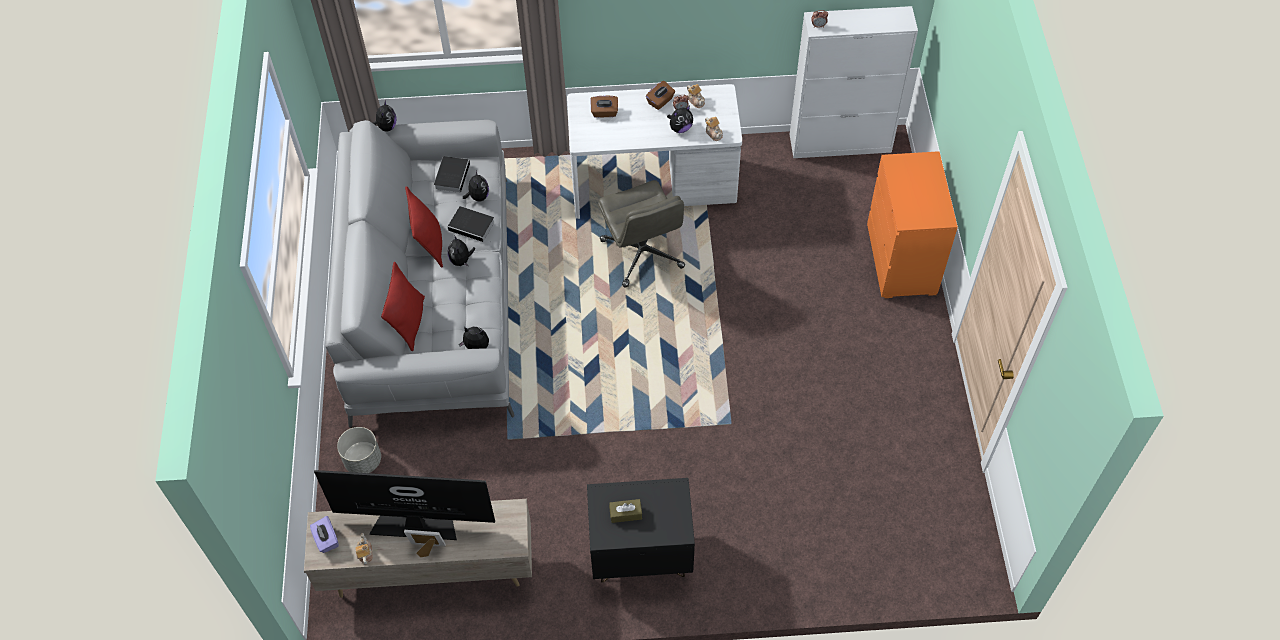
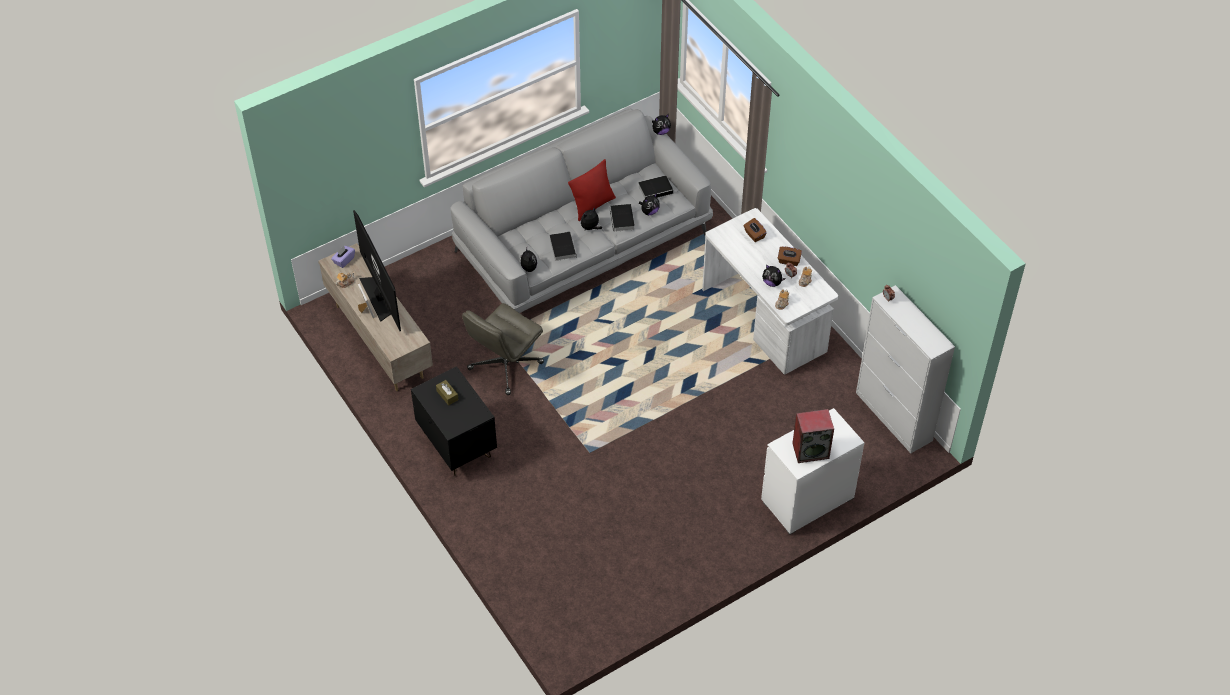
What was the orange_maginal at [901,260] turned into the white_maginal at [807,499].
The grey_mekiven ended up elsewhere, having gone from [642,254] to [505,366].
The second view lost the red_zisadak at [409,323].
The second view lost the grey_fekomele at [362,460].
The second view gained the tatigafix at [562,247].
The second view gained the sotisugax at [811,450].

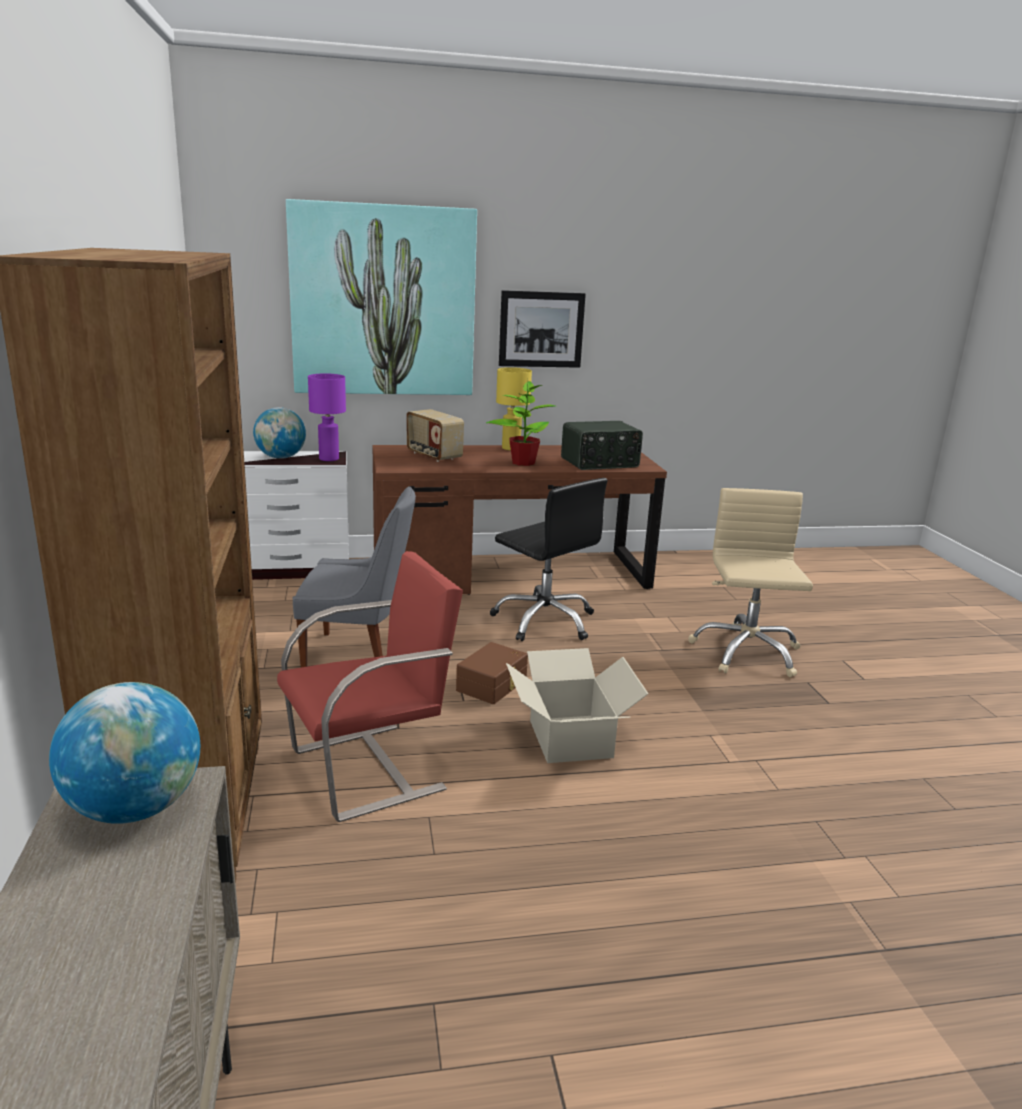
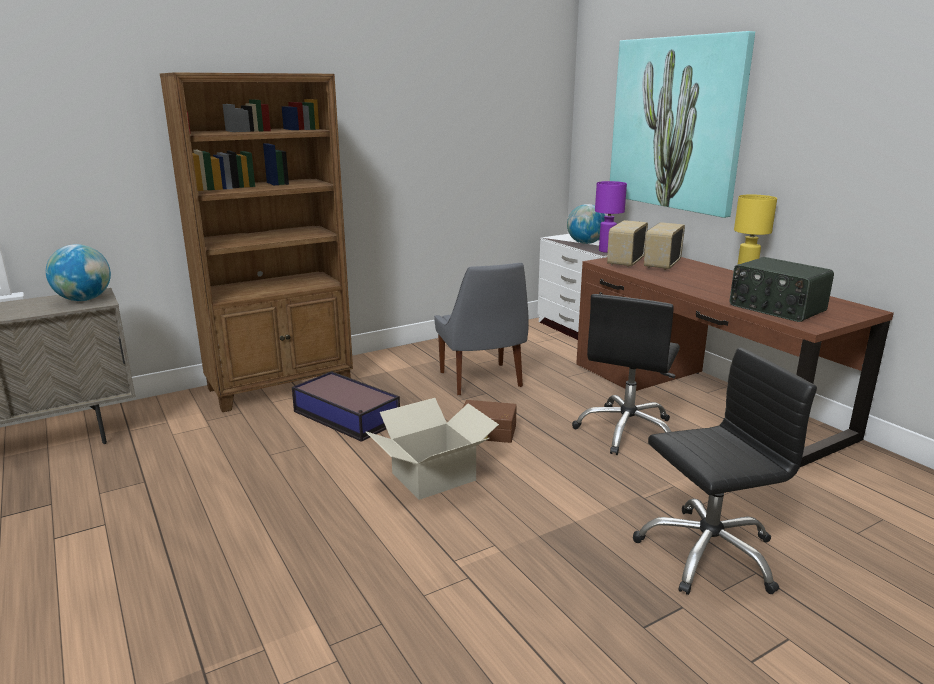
The second view lost the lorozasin at [541,329].
The second view lost the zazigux at [523,462].
What was the beige_mekiven at [746,652] turned into the black_mekiven at [707,553].
Where the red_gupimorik stood at [370,769], the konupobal came to stand at [347,417].
The second view gained the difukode at [625,262].

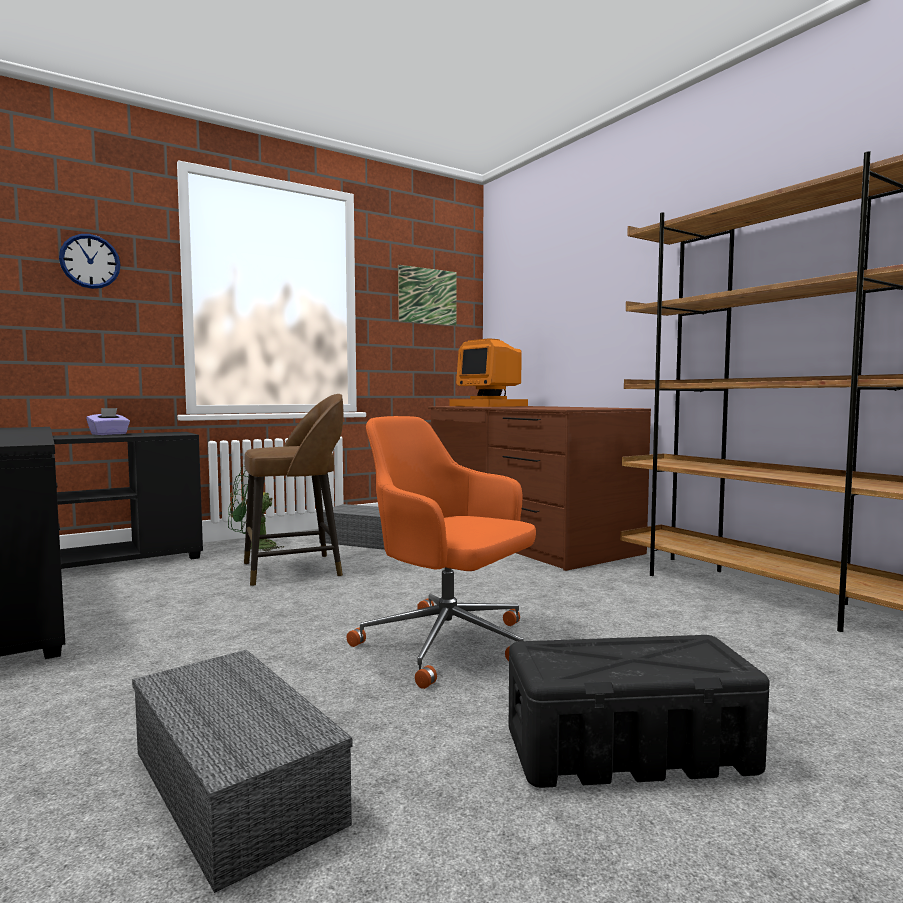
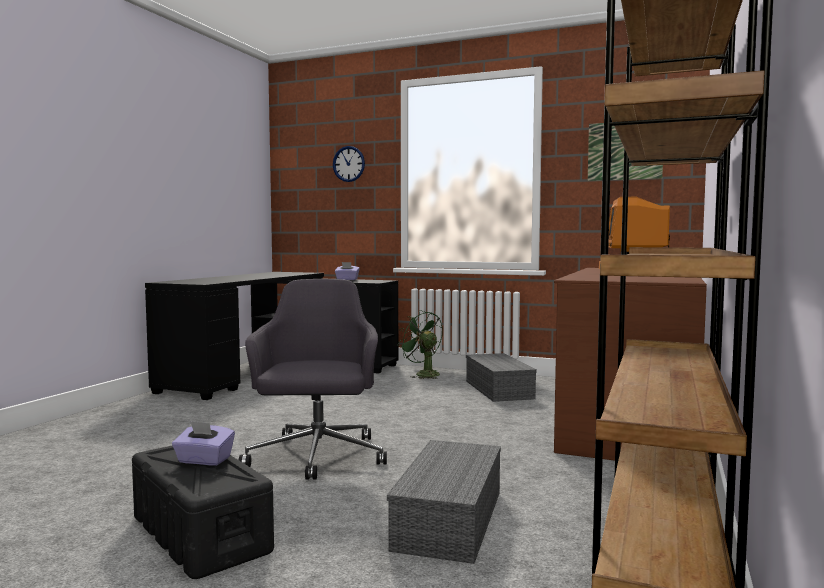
The second view lost the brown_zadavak at [295,569].
What was the orange_mekiven at [448,644] turned into the grey_mekiven at [317,457].
The grey_konupobal ended up elsewhere, having gone from [239,786] to [450,520].
The second view gained the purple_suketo at [204,460].

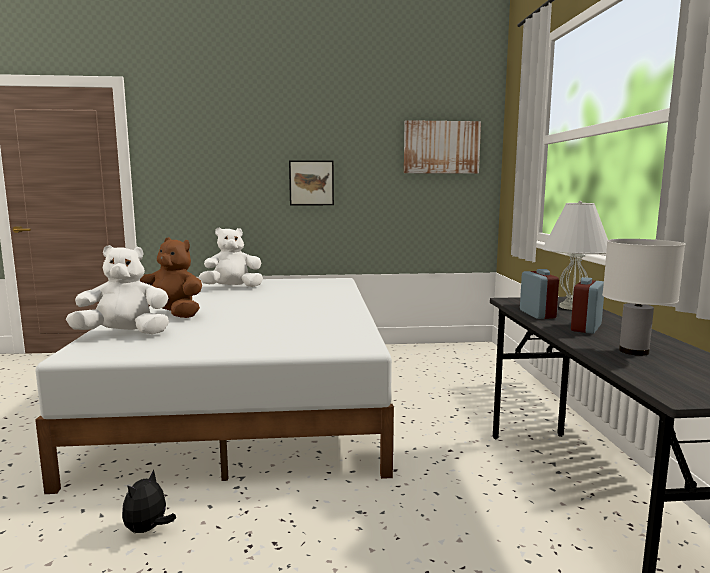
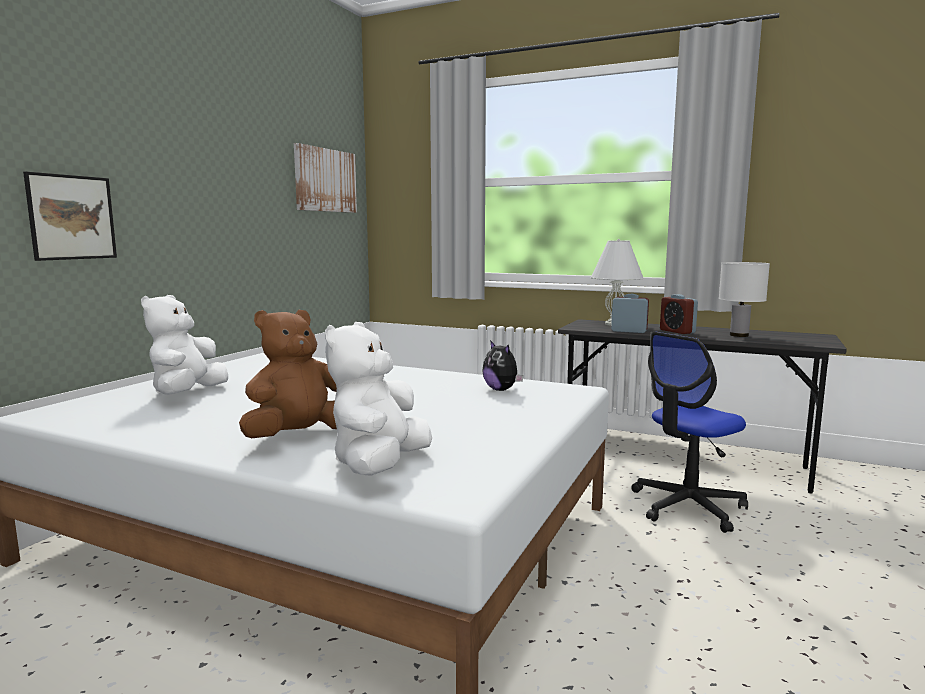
The lorozasin ended up elsewhere, having gone from [311,183] to [72,217].
The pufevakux ended up elsewhere, having gone from [148,529] to [501,390].
The second view gained the mekiven at [687,506].

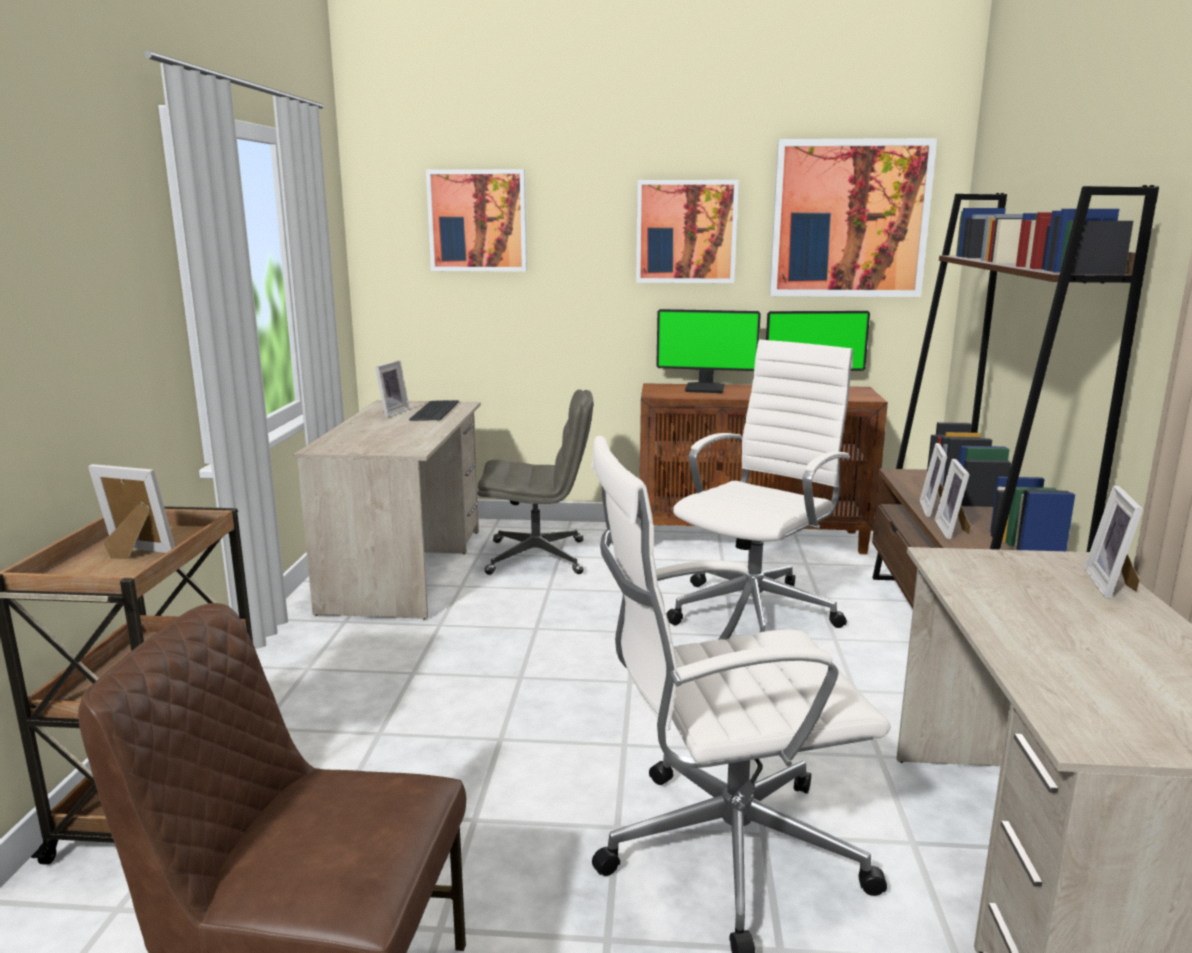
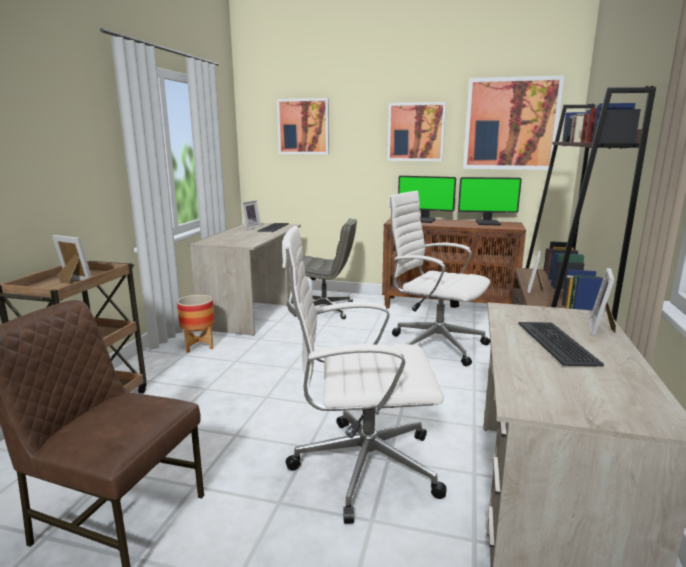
The white_mekiven at [756,611] ended up facing another way, 105 degrees counterclockwise from before.
The second view lost the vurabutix at [953,530].
The second view gained the fekomele at [199,346].
The second view gained the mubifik at [557,343].

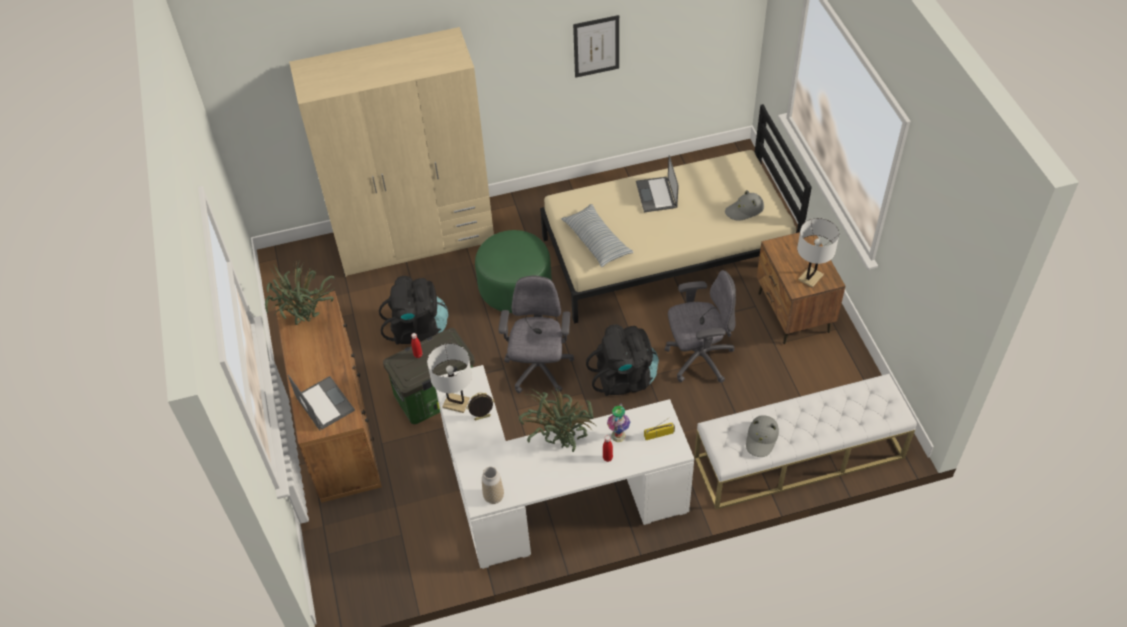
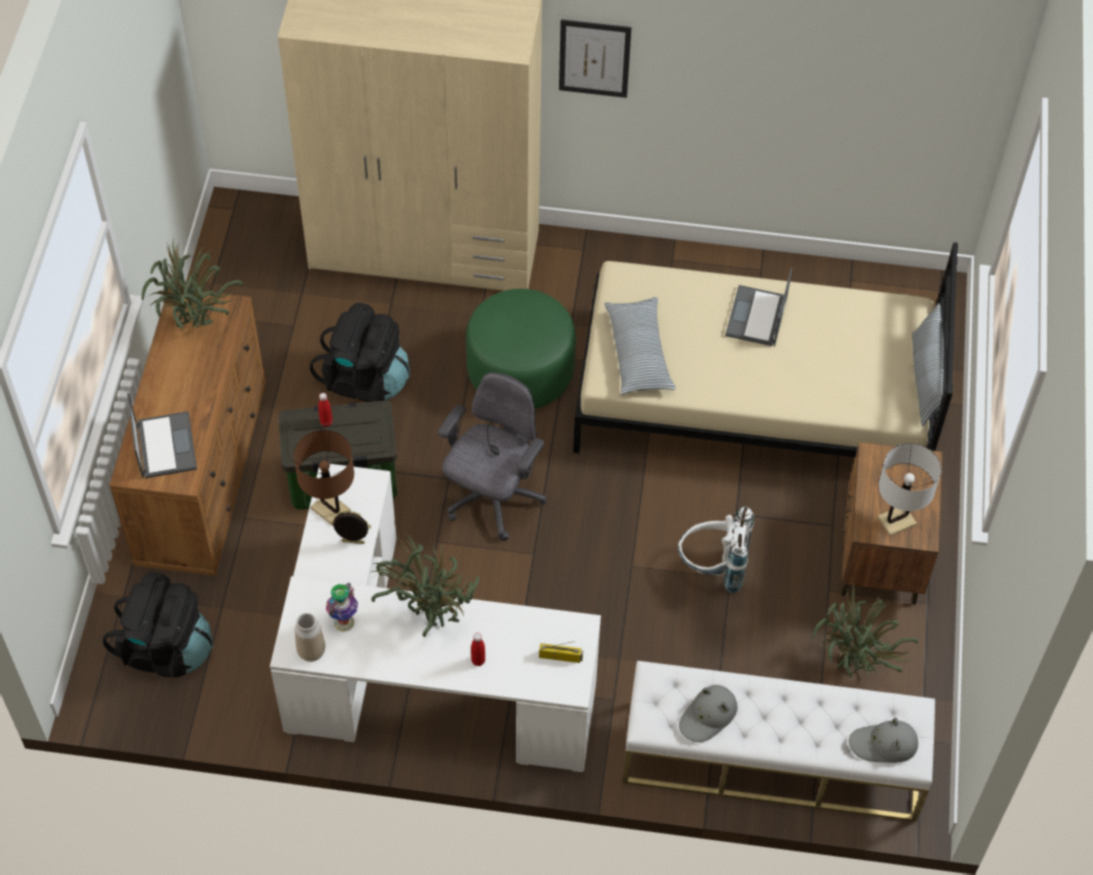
The lorozasin ended up elsewhere, having gone from [596,46] to [594,58].
The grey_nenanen ended up elsewhere, having gone from [744,210] to [883,744].
Where the grey_mekiven stood at [698,358], the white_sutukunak came to stand at [713,568].
The black_sutukunak ended up elsewhere, having gone from [624,378] to [166,649].
What was the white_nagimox at [456,403] turned into the brown_nagimox at [330,509].
The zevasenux ended up elsewhere, having gone from [618,436] to [344,623].
The second view gained the zisadak at [925,379].
The second view gained the zazigux at [853,666].

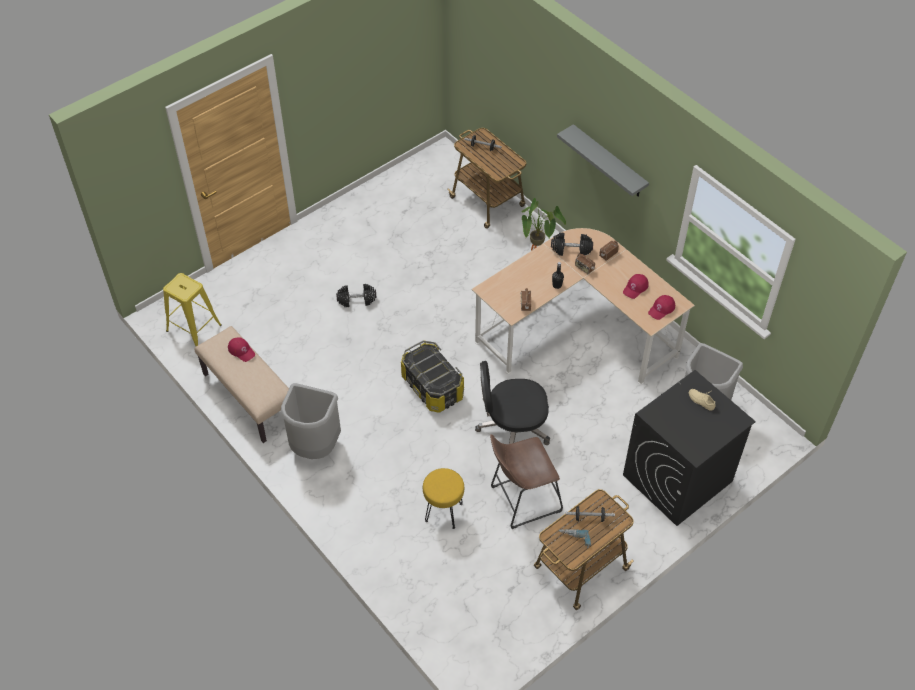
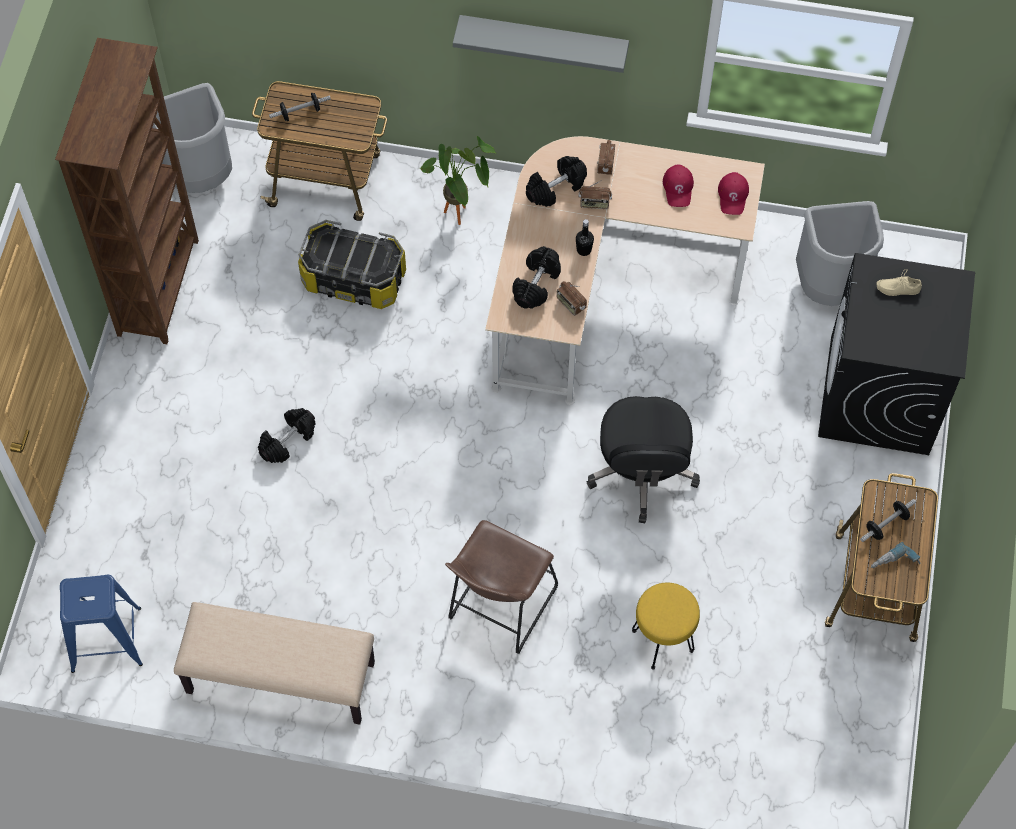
What was the yellow_zadavak at [193,328] turned into the blue_zadavak at [106,639].
The second view lost the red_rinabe at [241,350].
The konupobal ended up elsewhere, having gone from [433,386] to [354,278].
The black_mekiven at [512,428] ended up facing another way, 45 degrees counterclockwise from before.
The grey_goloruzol ended up elsewhere, having gone from [314,447] to [200,177].
The brown_zadavak ended up elsewhere, having gone from [522,500] to [499,607].
The second view gained the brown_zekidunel at [160,287].
The second view gained the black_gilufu at [536,285].

